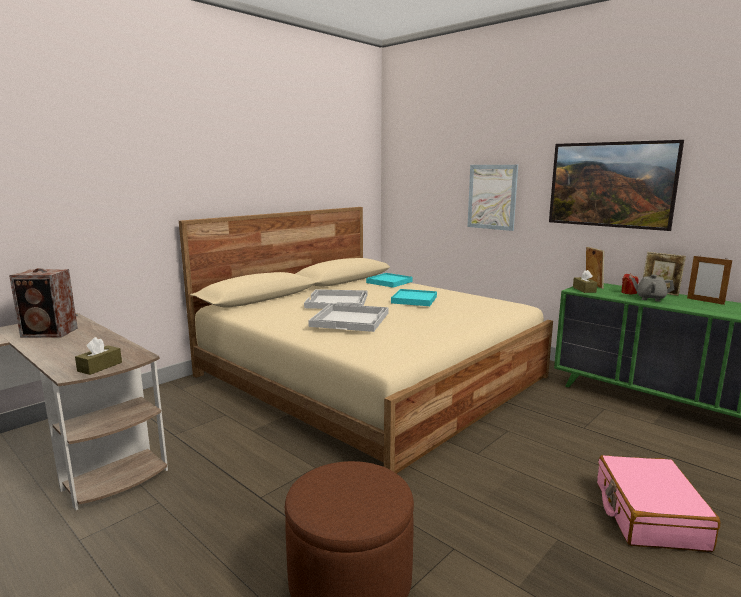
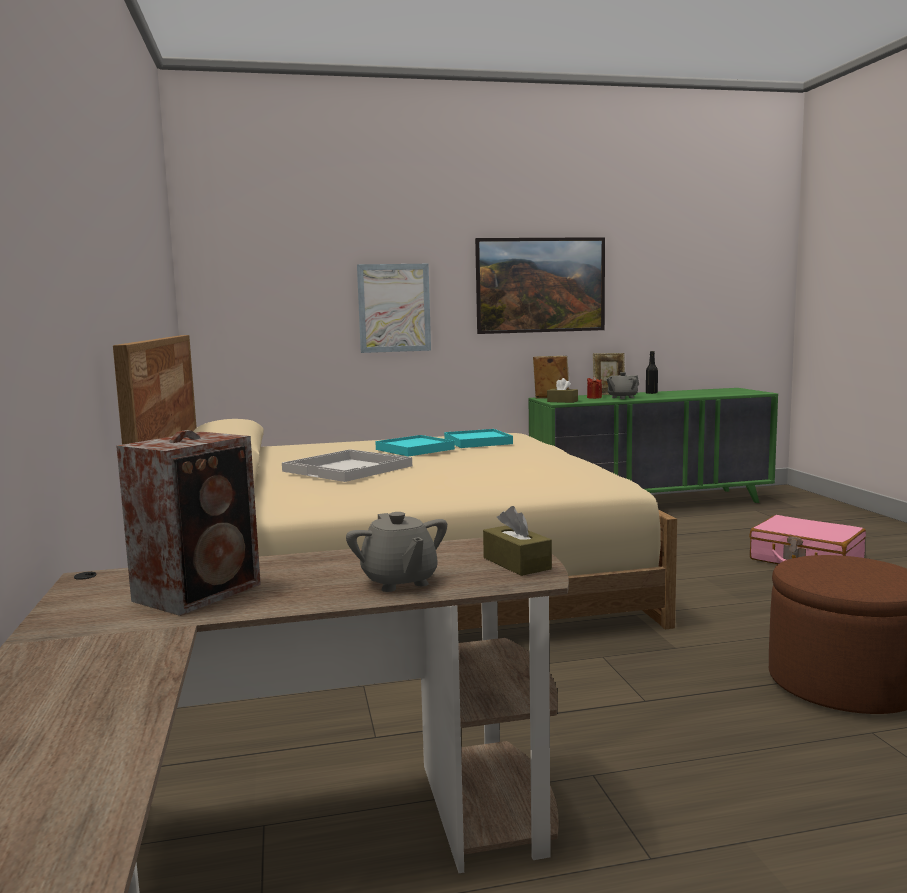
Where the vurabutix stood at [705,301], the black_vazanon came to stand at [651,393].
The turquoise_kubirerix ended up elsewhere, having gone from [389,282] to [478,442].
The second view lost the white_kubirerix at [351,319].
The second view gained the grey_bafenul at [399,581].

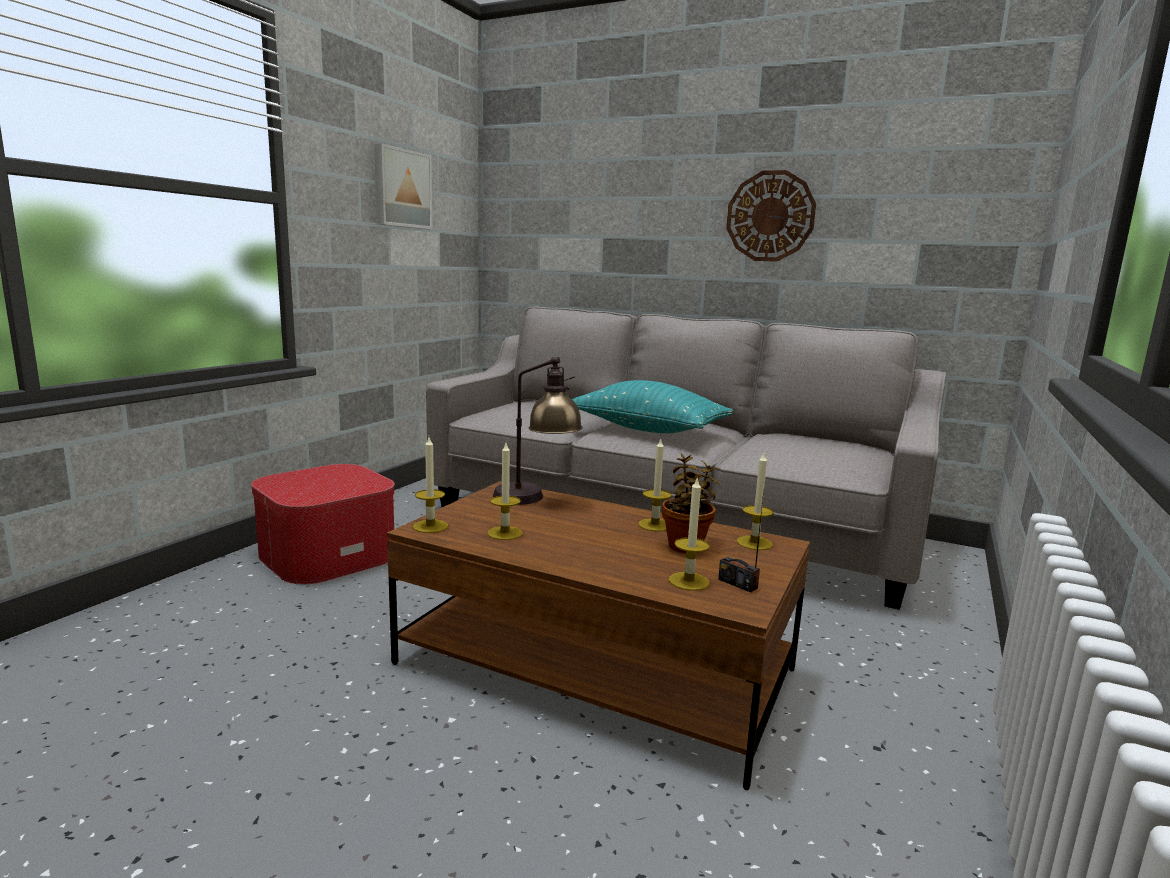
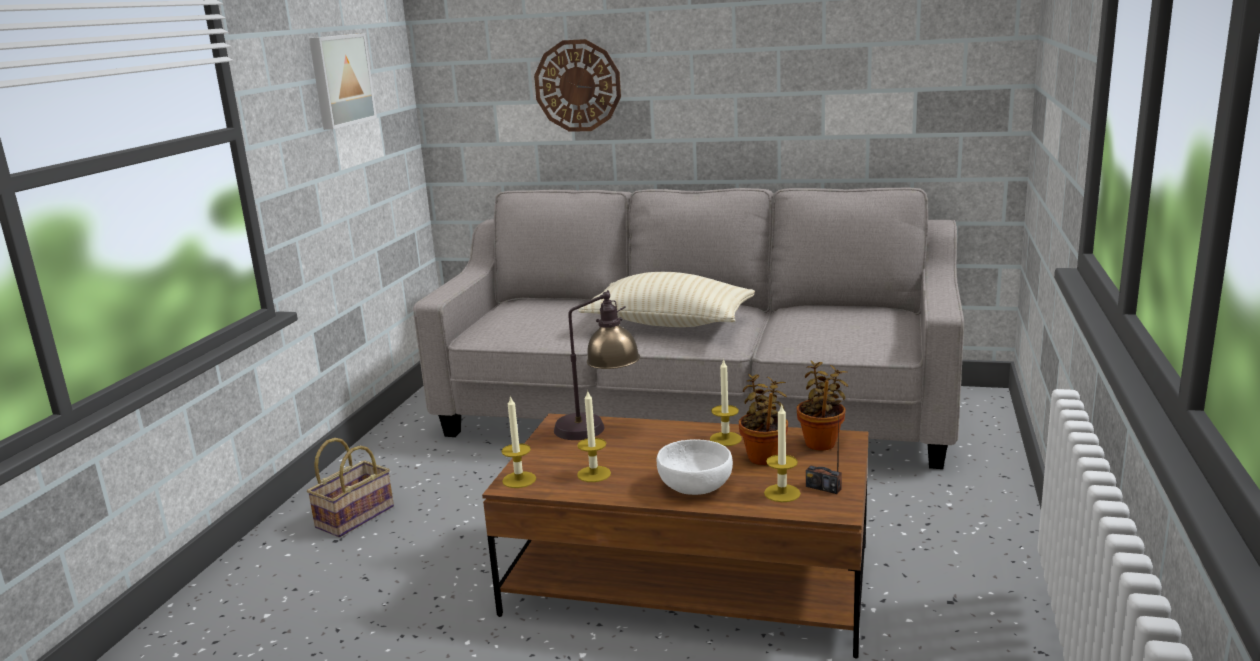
The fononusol ended up elsewhere, having gone from [770,216] to [577,86].
What was the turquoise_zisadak at [647,429] turned into the beige_zisadak at [669,323].
Where the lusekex stood at [754,543], the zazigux came to stand at [821,442].
Where the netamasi stood at [327,554], the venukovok came to stand at [355,516].
The second view gained the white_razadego at [695,486].

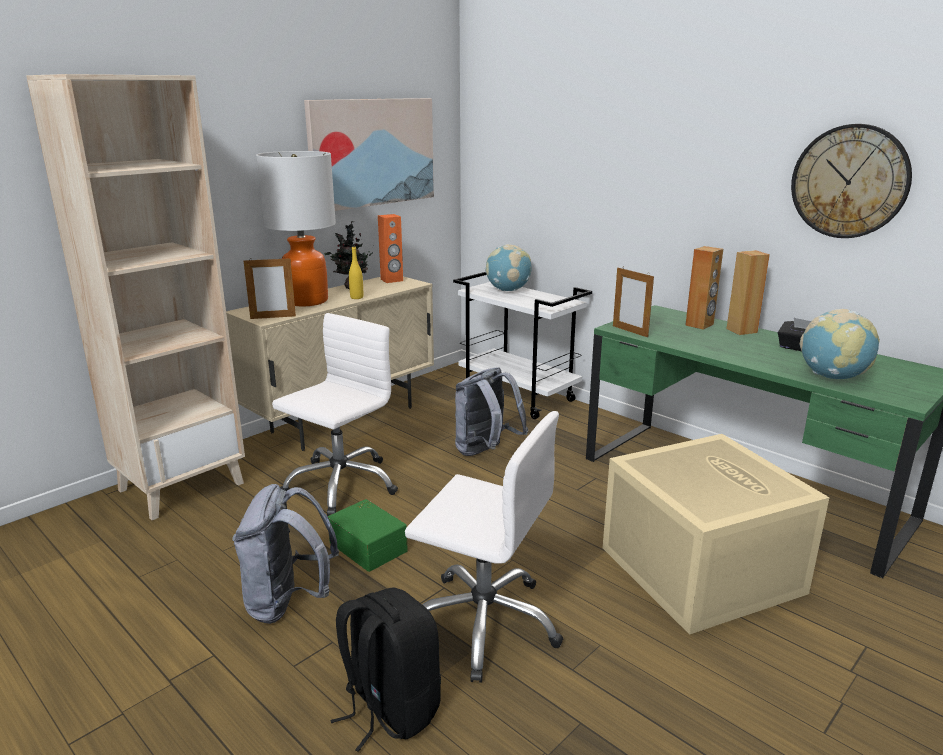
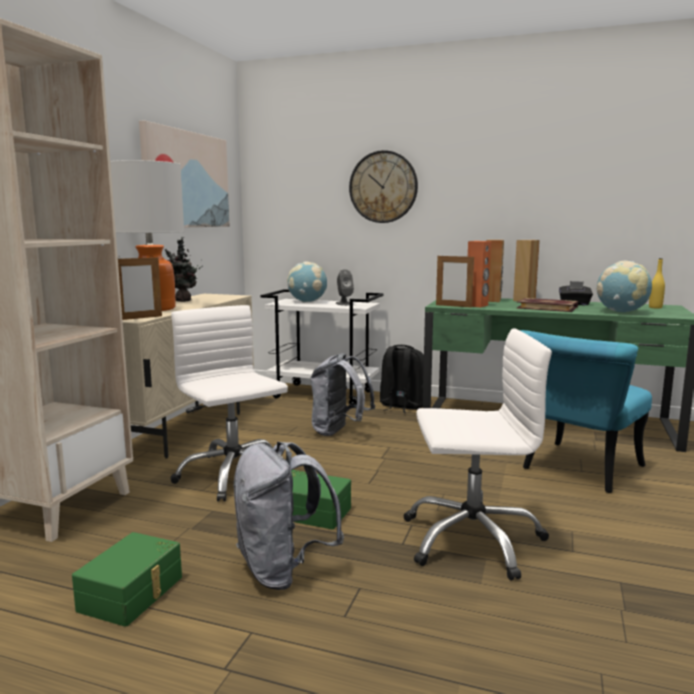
The fononusol ended up elsewhere, having gone from [849,181] to [383,187].
The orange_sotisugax ended up elsewhere, having gone from [392,280] to [477,305].
The yellow_vazanon ended up elsewhere, having gone from [356,297] to [655,307].
The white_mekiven at [340,484] ended up facing another way, 45 degrees counterclockwise from before.
Where the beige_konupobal stood at [697,569], the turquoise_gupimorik came to stand at [577,471].
The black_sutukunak ended up elsewhere, having gone from [389,709] to [401,406].
The second view gained the grey_sotisugax at [344,304].
The second view gained the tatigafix at [547,307].
The second view gained the green_konupobal at [133,594].

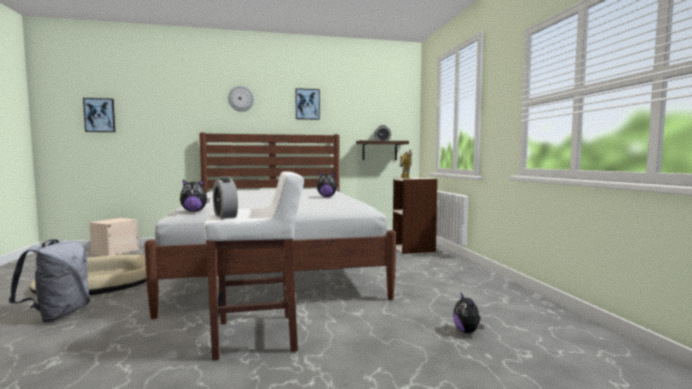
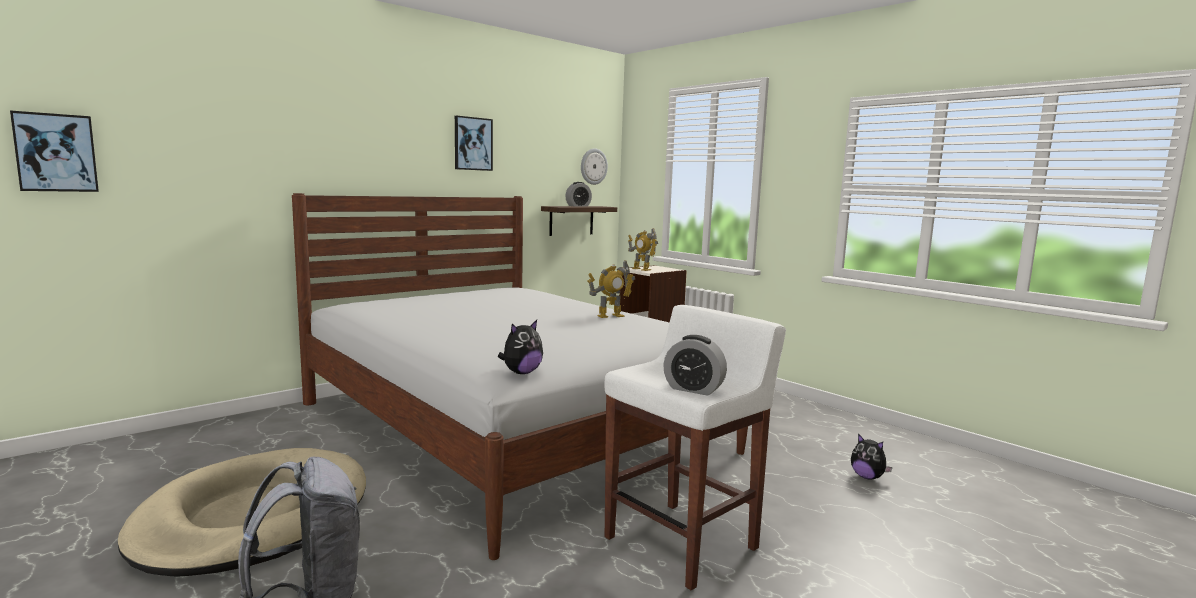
The fononusol ended up elsewhere, having gone from [241,98] to [593,166].
Where the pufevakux stood at [327,196], the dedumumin came to stand at [610,316].
The second view lost the beige_konupobal at [115,251].

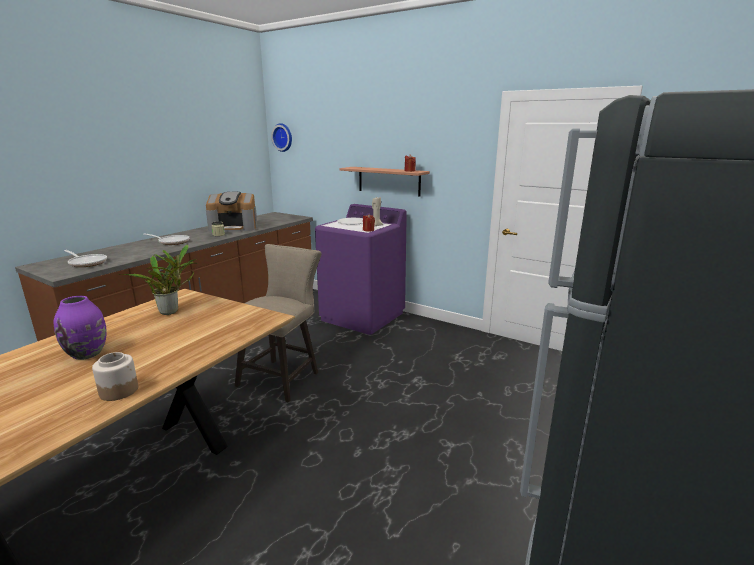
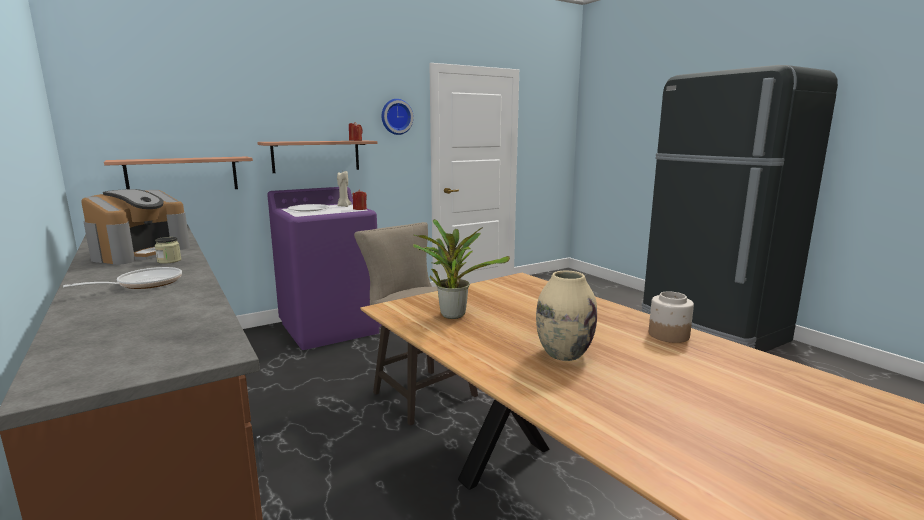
The fononusol ended up elsewhere, having gone from [283,137] to [396,117].
The second view lost the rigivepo at [87,263].
What was the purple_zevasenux at [87,354] turned into the beige_zevasenux at [563,353].
The second view gained the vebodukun at [183,175].

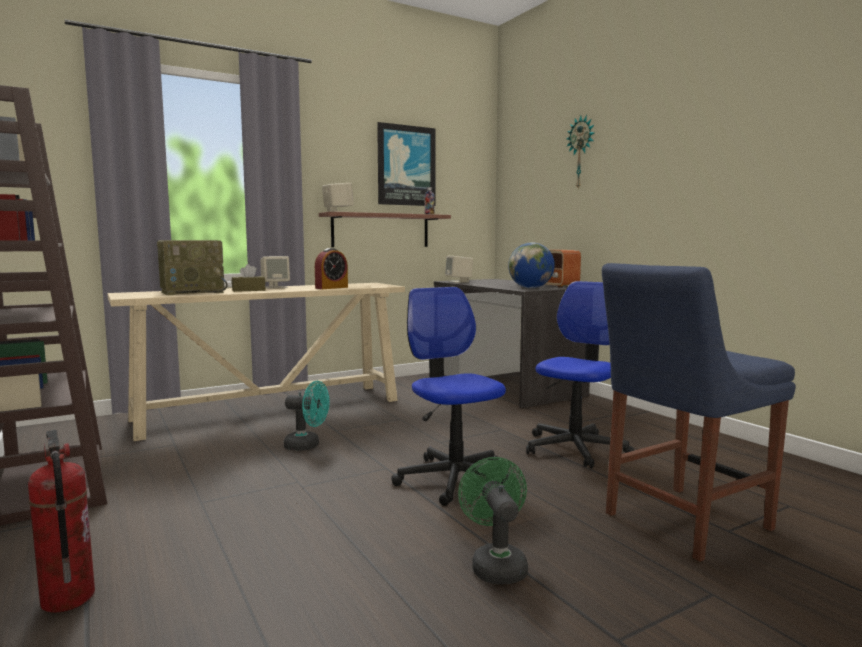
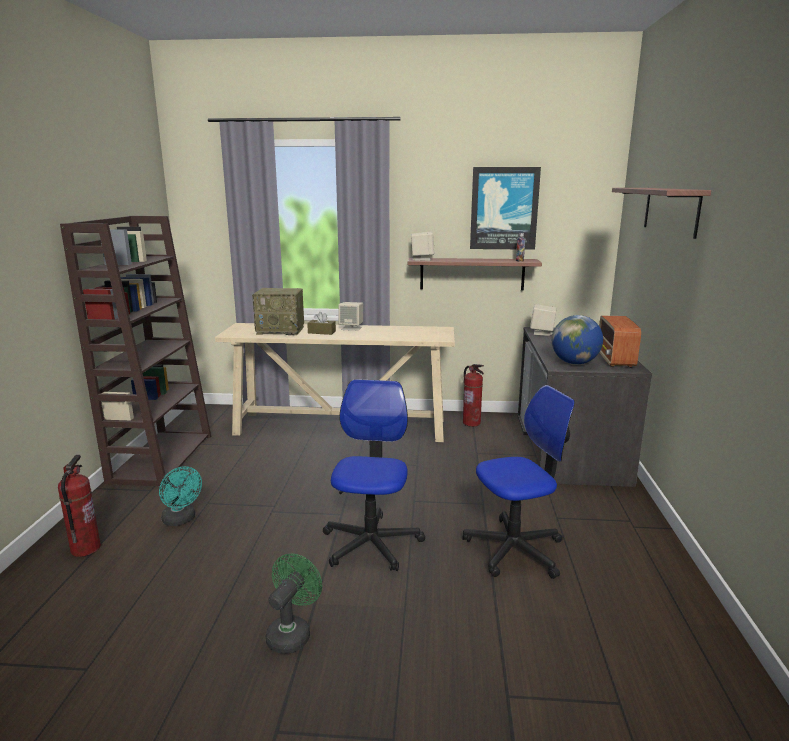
Where the fononusol hung at [581,152], the vebodukun came to hang at [670,210].
The second view lost the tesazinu at [331,288].
The second view lost the blue_gupimorik at [681,522].
The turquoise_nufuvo ended up elsewhere, having gone from [307,446] to [181,520].
The second view gained the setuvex at [472,423].

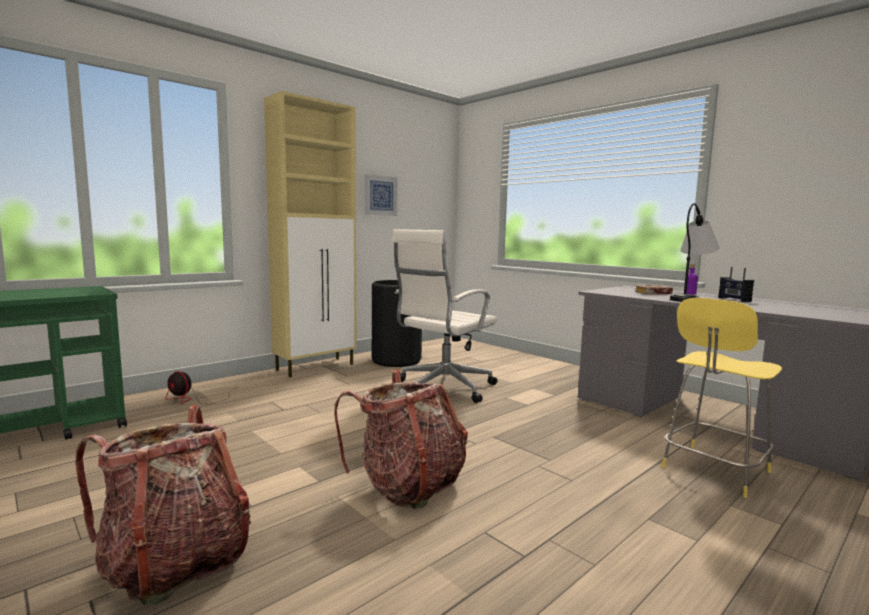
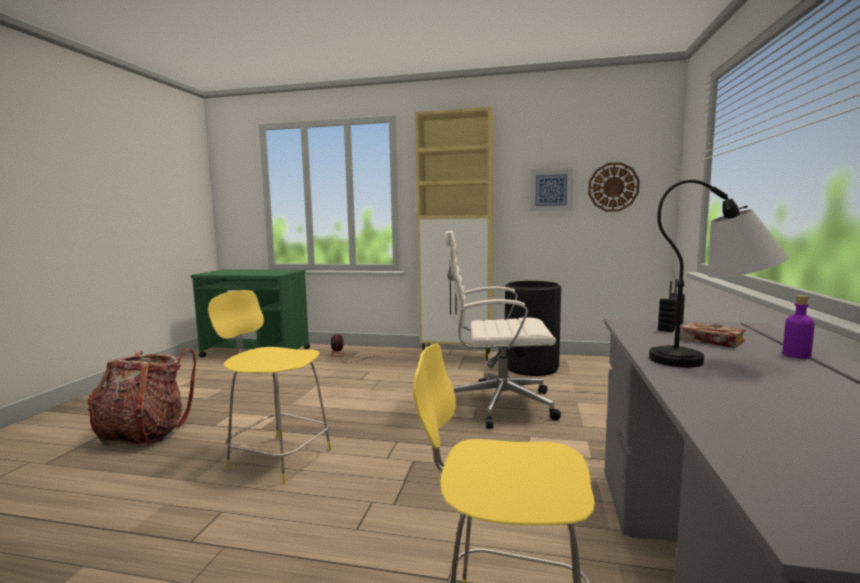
The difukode ended up elsewhere, having gone from [734,299] to [669,327].
Where the sutukunak stood at [408,485], the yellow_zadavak came to stand at [277,458].
The second view gained the fononusol at [613,187].

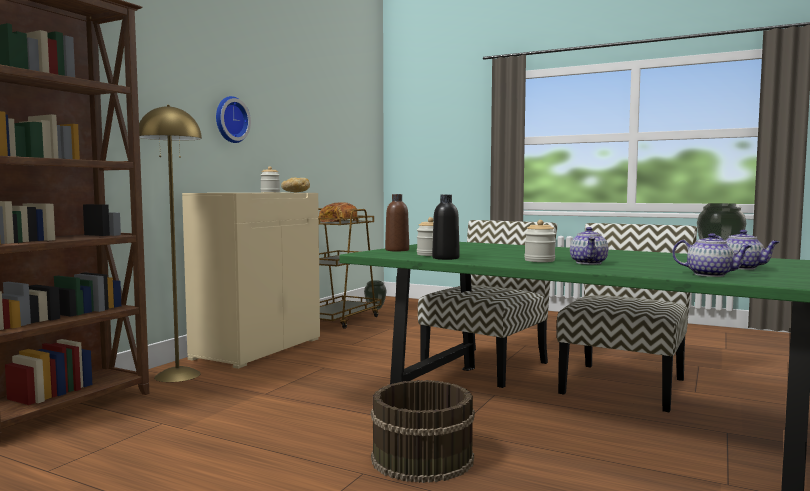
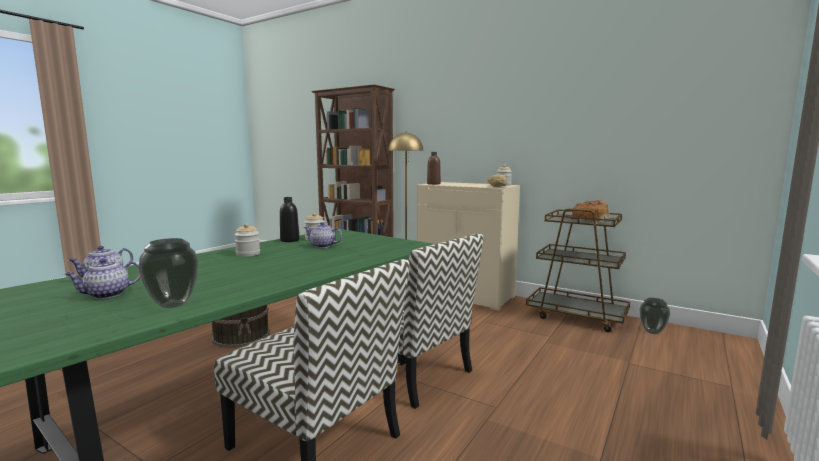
The second view lost the fononusol at [230,120].
The brown_vazanon ended up elsewhere, having gone from [397,250] to [433,184].
The bafenul ended up elsewhere, having gone from [589,263] to [323,246].

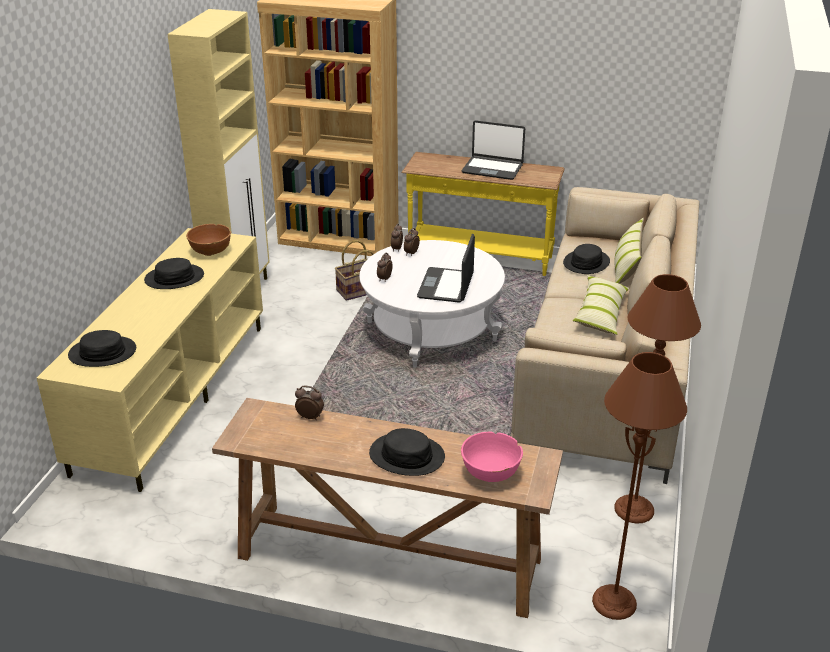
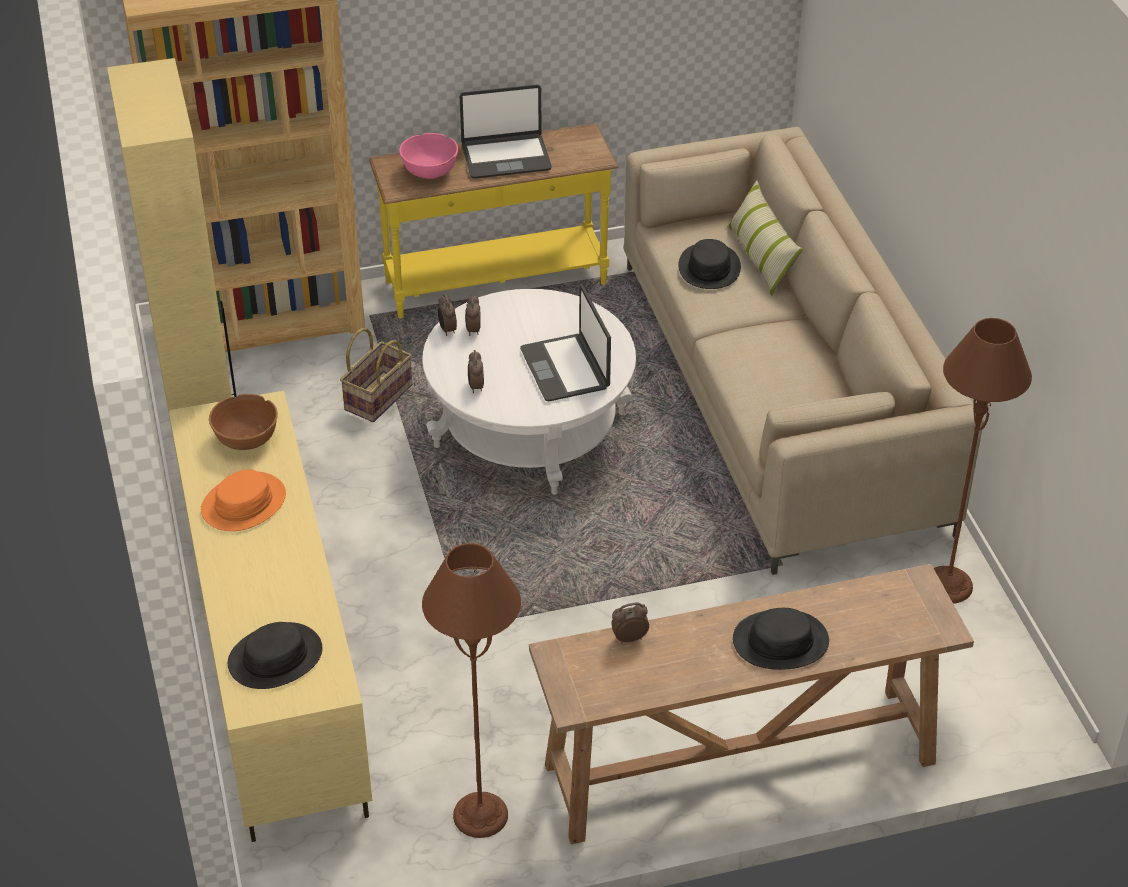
What was the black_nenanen at [174,278] turned into the orange_nenanen at [244,503].
The second view lost the zisadak at [600,313].
The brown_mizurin ended up elsewhere, having gone from [614,602] to [480,815].
The pink_razadego ended up elsewhere, having gone from [490,472] to [429,171].

